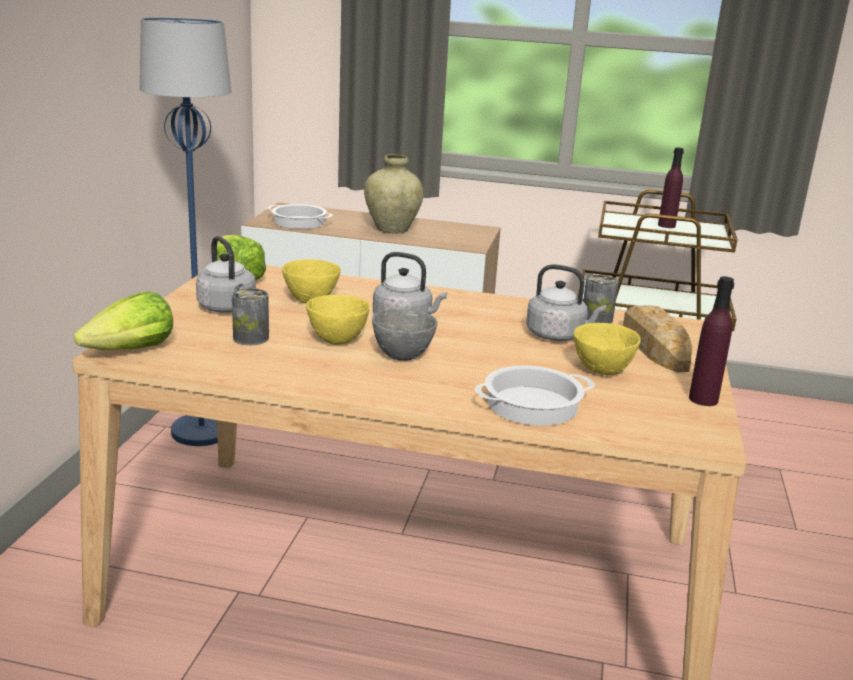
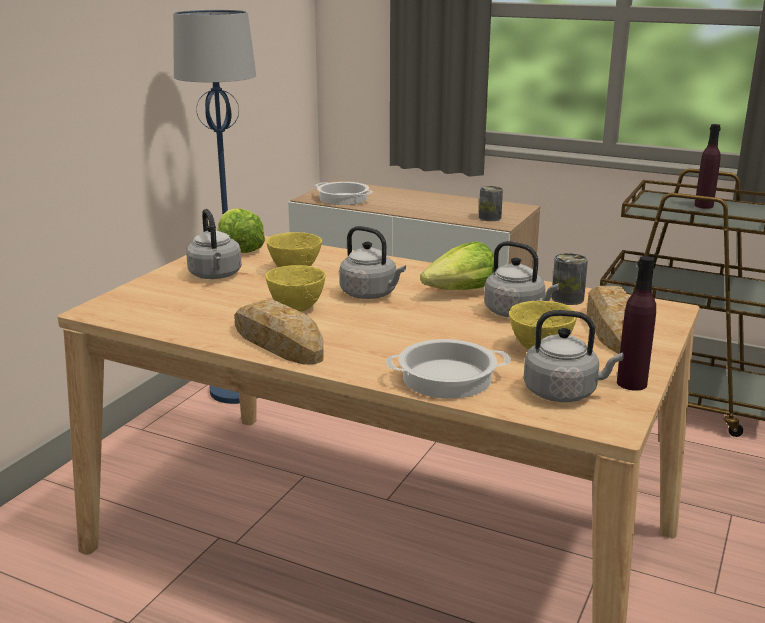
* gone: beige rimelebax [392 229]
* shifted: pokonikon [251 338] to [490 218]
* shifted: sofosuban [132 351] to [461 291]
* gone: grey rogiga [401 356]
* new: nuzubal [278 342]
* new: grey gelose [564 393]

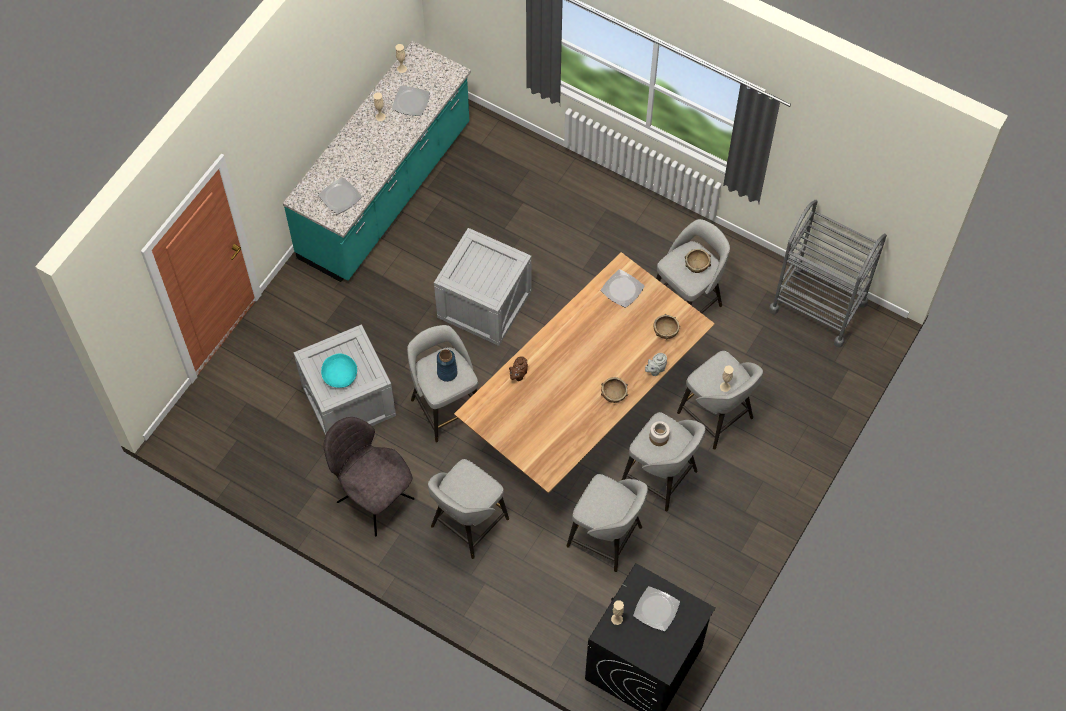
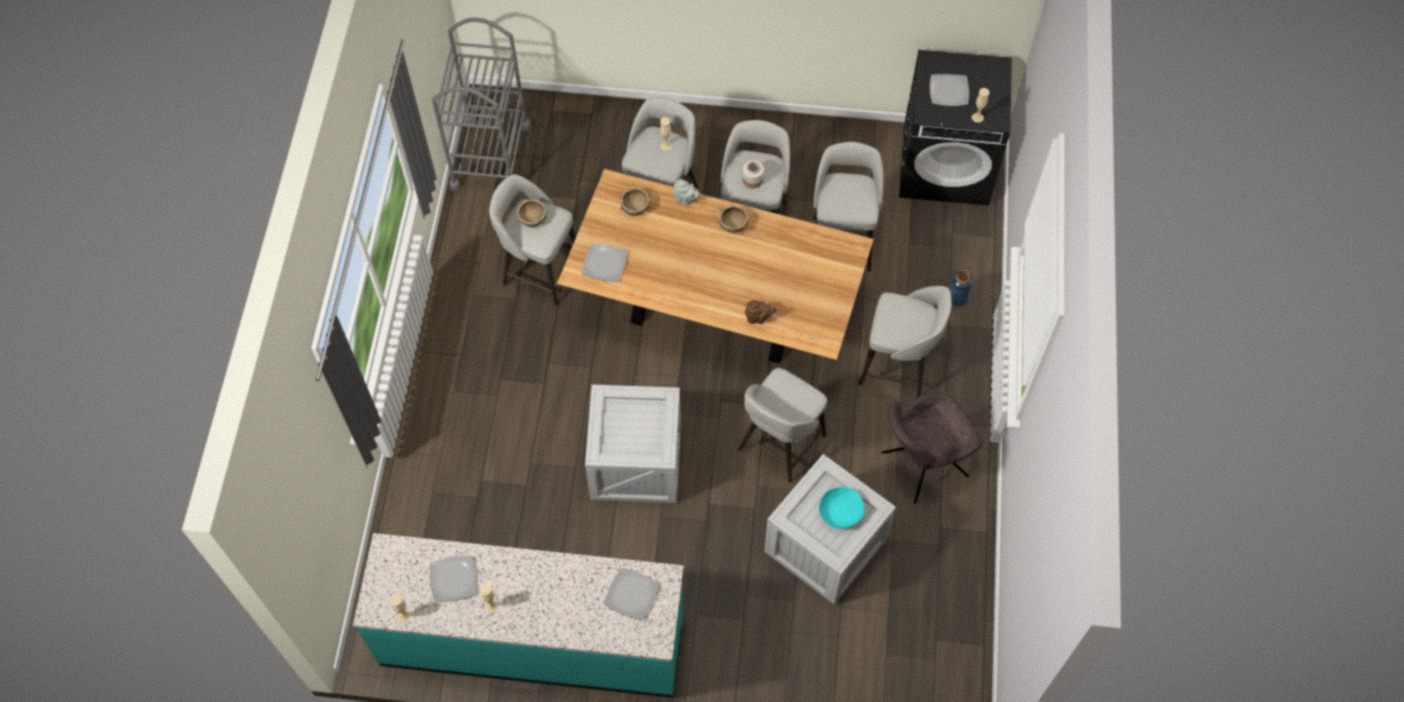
* shifted: blue rimelebax [447 373] to [957 297]
* rotated: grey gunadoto [373 498] = [921 466] 45 degrees clockwise

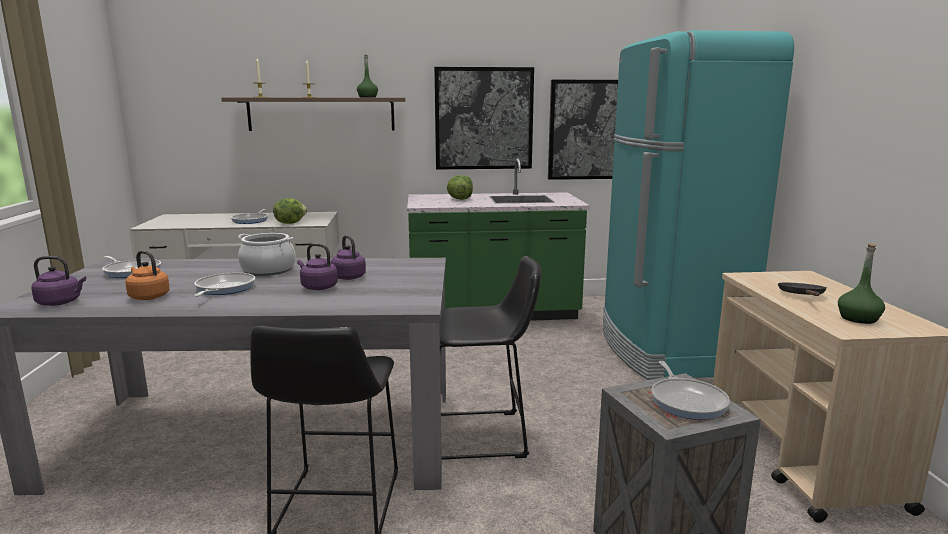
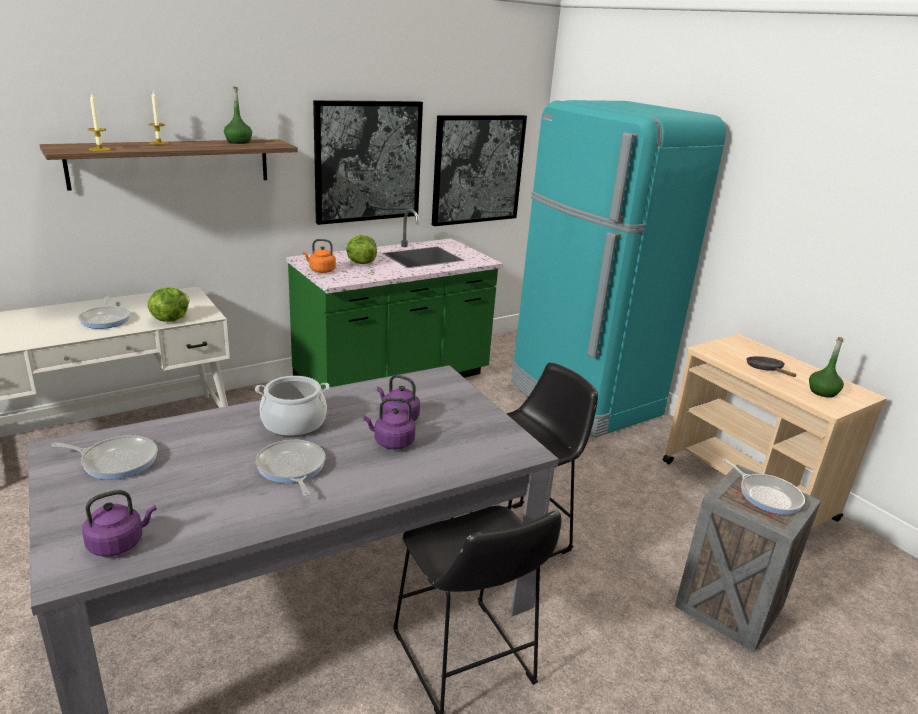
* shifted: orange gelose [148 296] to [320 270]

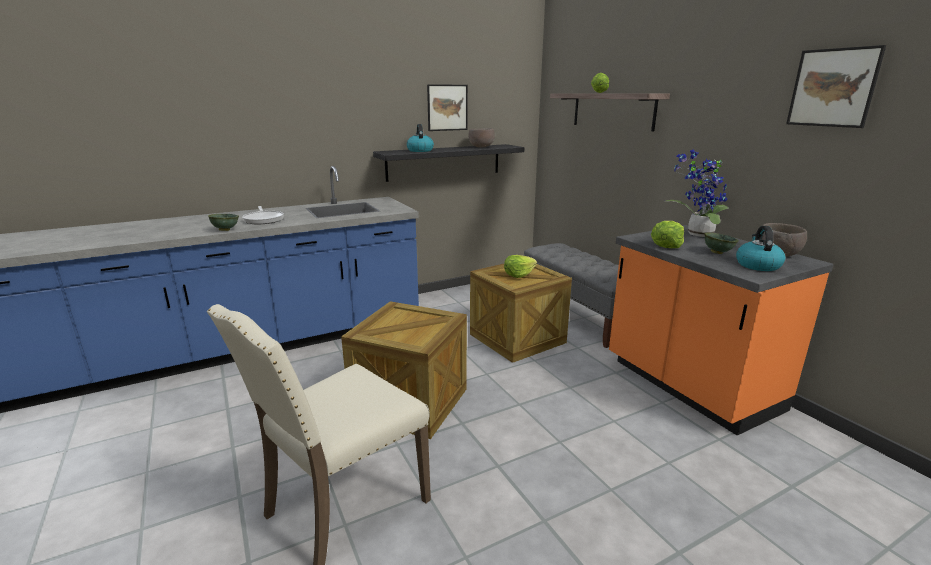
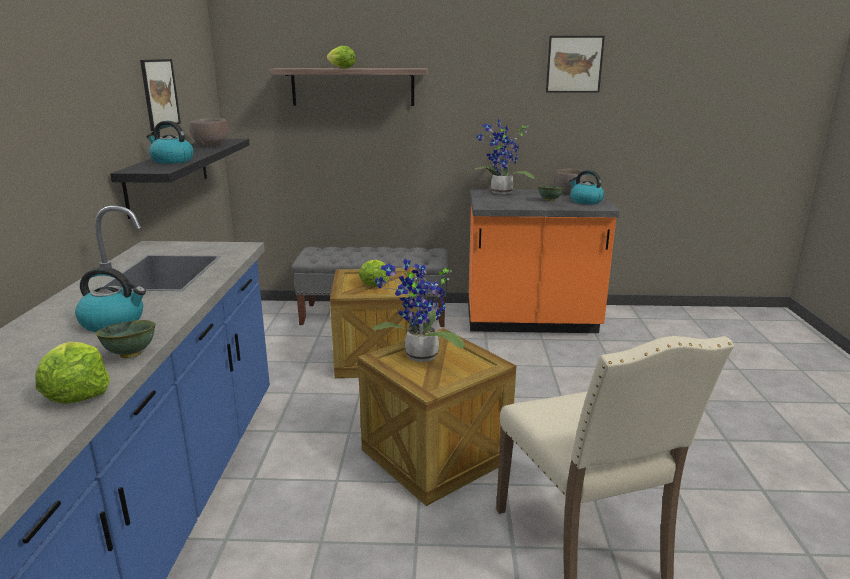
* swapped: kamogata [264 219] to gelose [114 322]
* shifted: sofosuban [666 245] to [76 392]
* new: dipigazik [418 357]

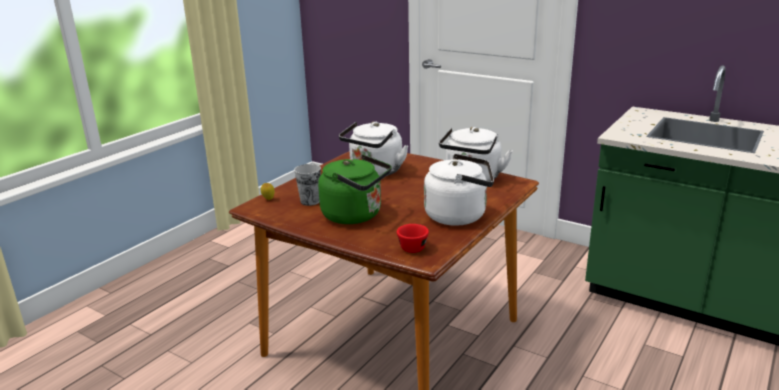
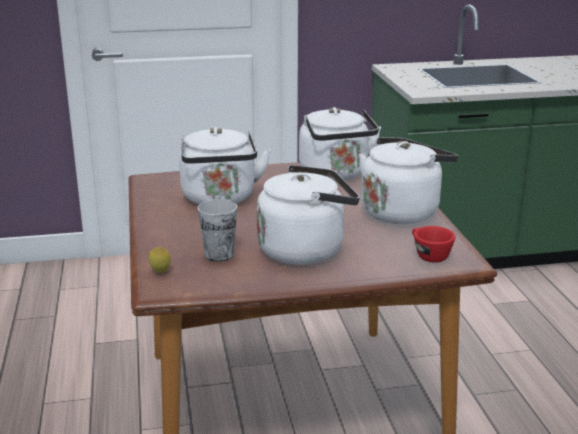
* repainted: green gelose [355 215] to white gelose [306 250]

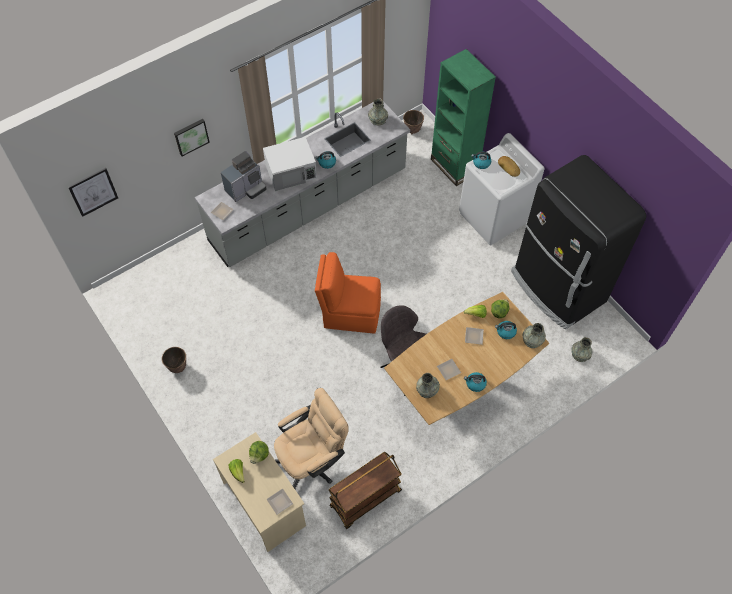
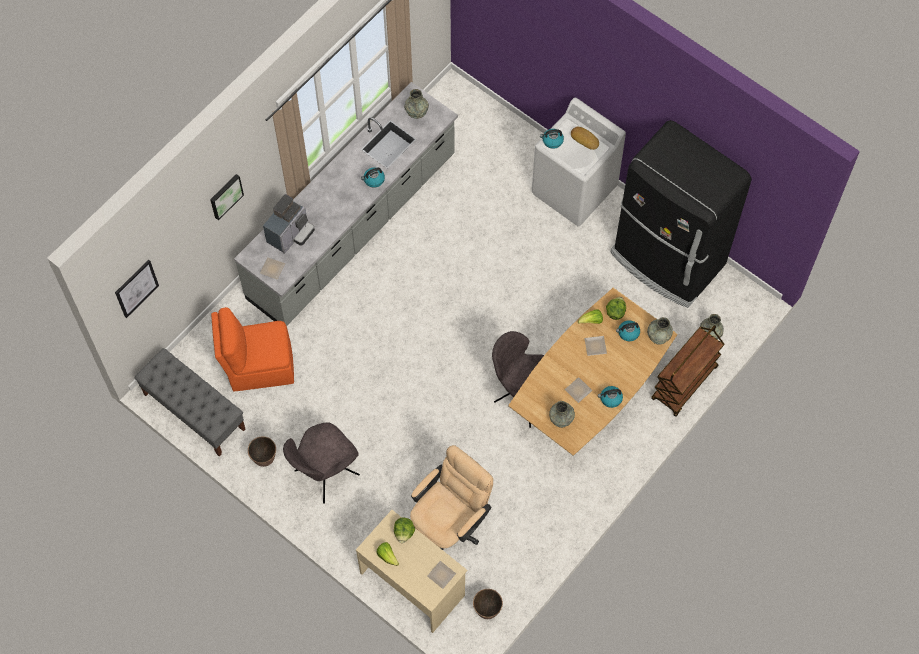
* gone: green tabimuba [454 166]
* shifted: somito [412 130] to [487 610]
* gone: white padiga [291 171]
* shifted: orange gunadoto [350 313] to [259 366]
* shifted: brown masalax [365 499] to [684 384]
* new: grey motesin [194 411]
* new: grey gunadoto [325 474]

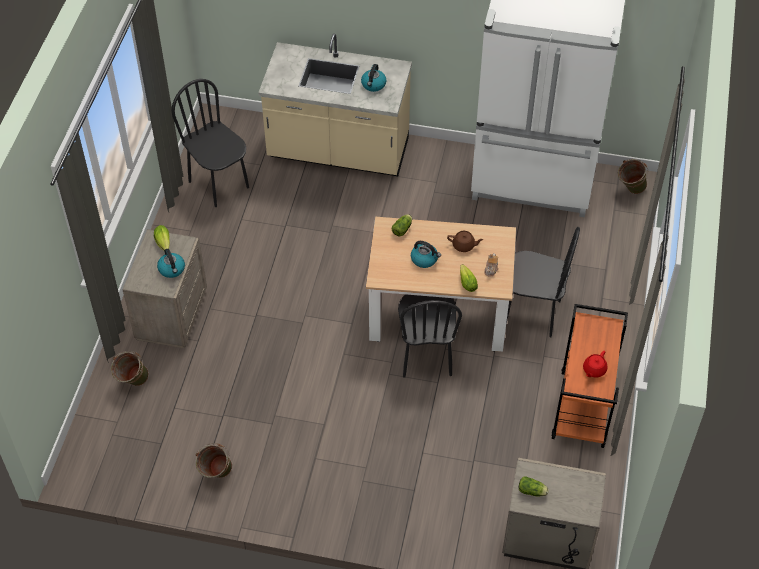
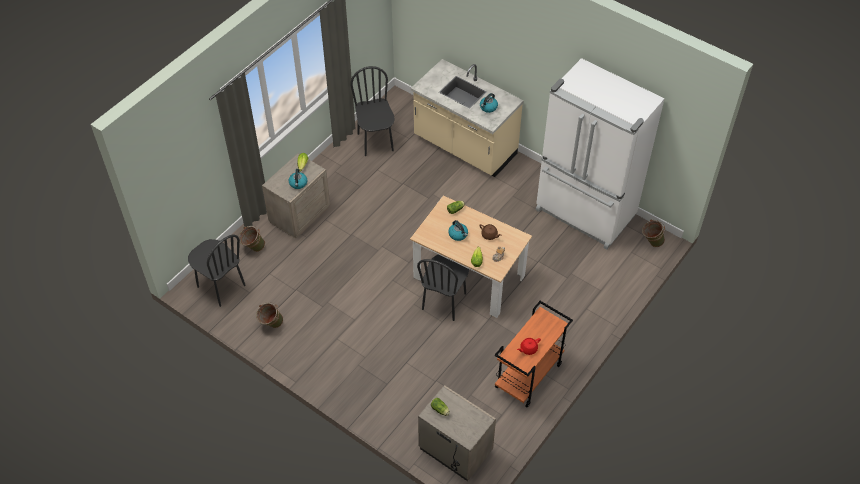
* shifted: black gunadoto [532 313] to [221 286]

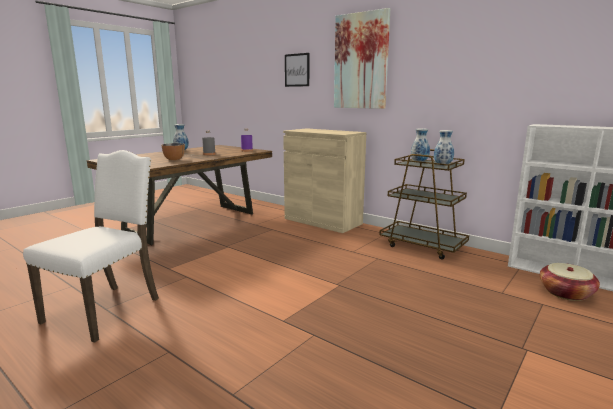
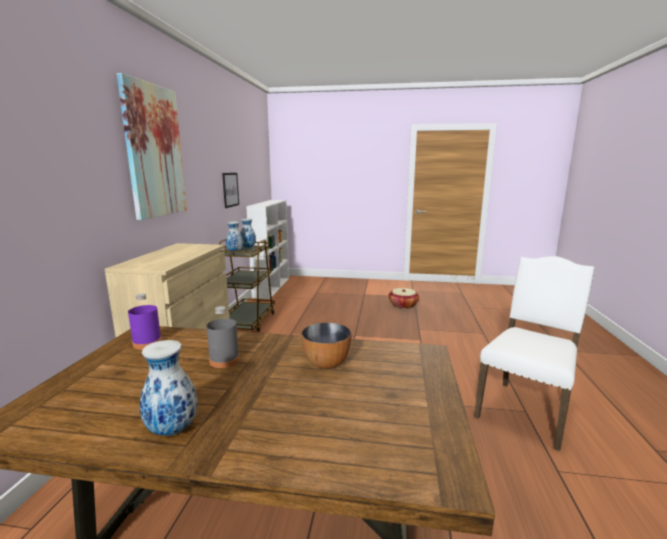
* shifted: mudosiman [297 70] to [230 189]
* rotated: white gunadoto [106 309] = [525 410] 135 degrees clockwise
* shifted: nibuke [565 293] to [403 305]

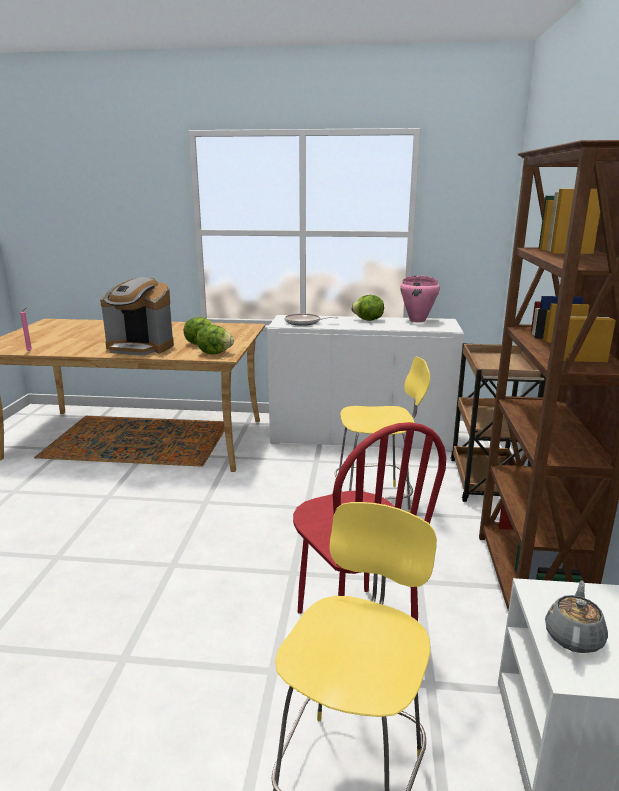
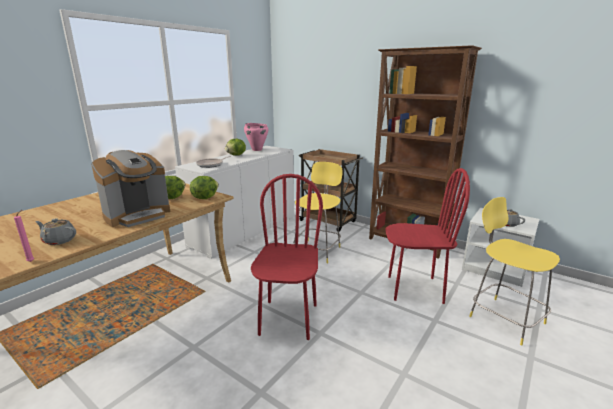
* new: red gunadoto [288 319]
* new: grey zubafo [59 240]

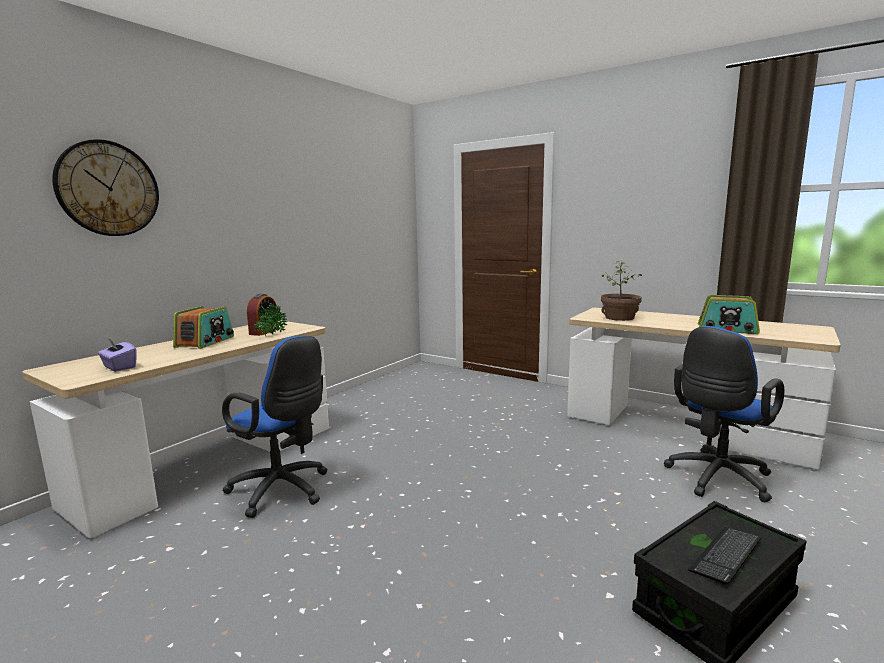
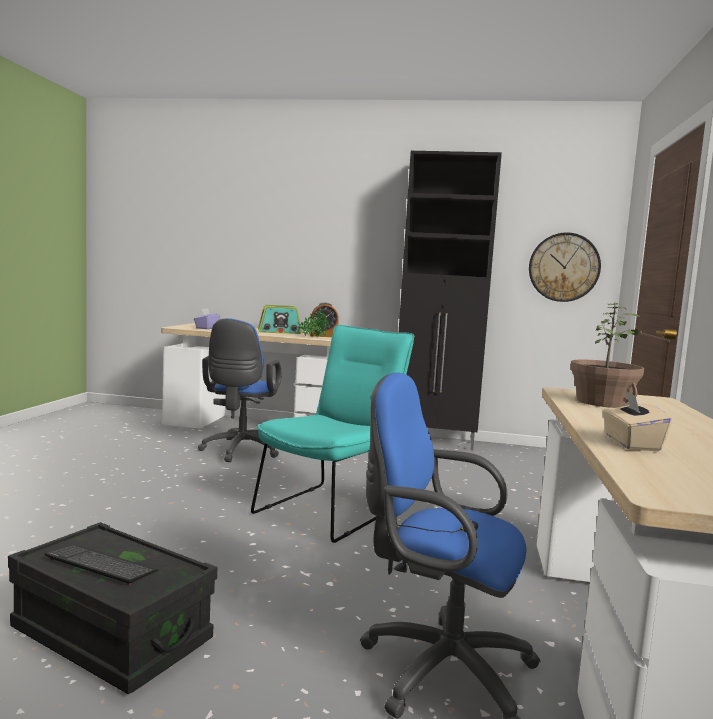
* shifted: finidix [108 189] to [564 267]
* swapped: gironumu [727 329] to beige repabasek [631 444]
* new: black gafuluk [435 442]
* new: turquoise gunadoto [333 508]

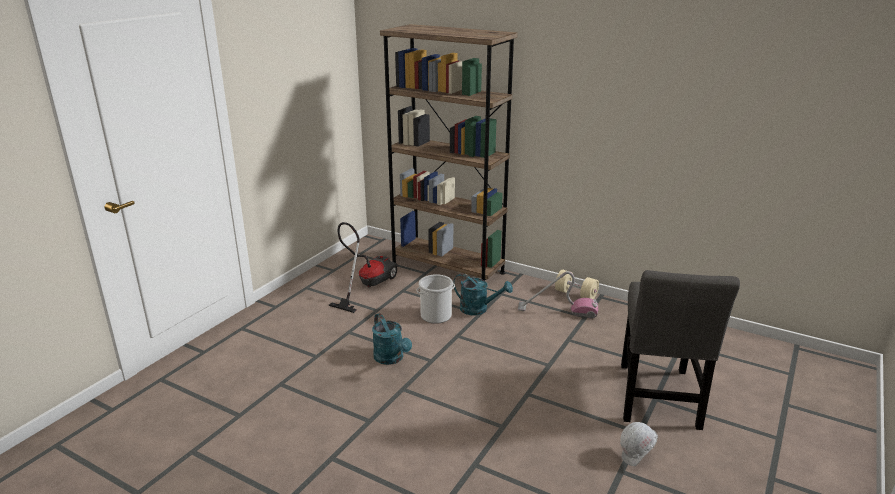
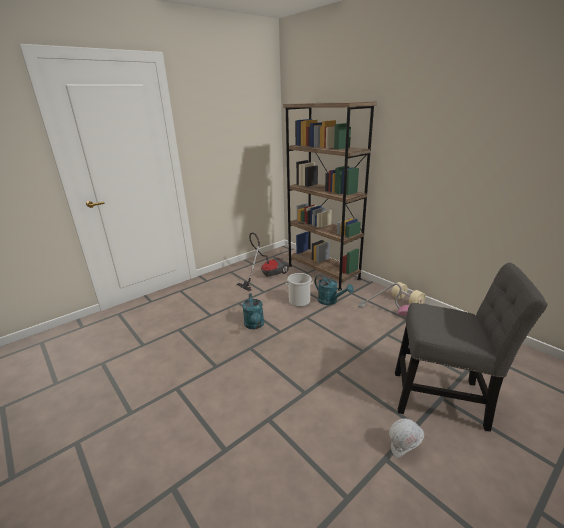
* rotated: grey gunadoto [658 399] = [444 399] 105 degrees counterclockwise

